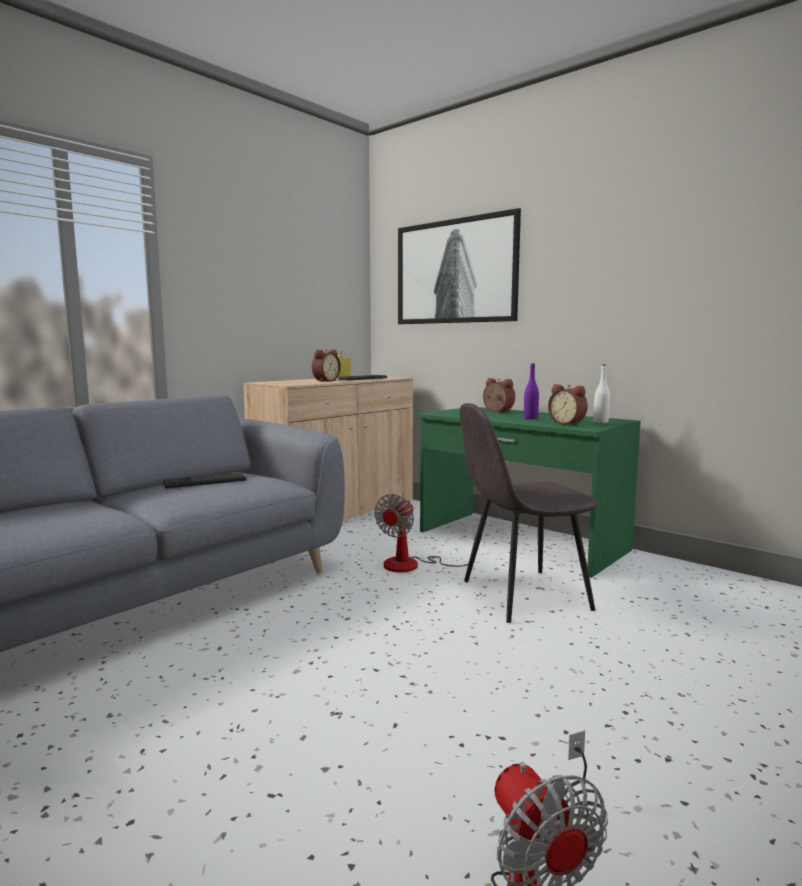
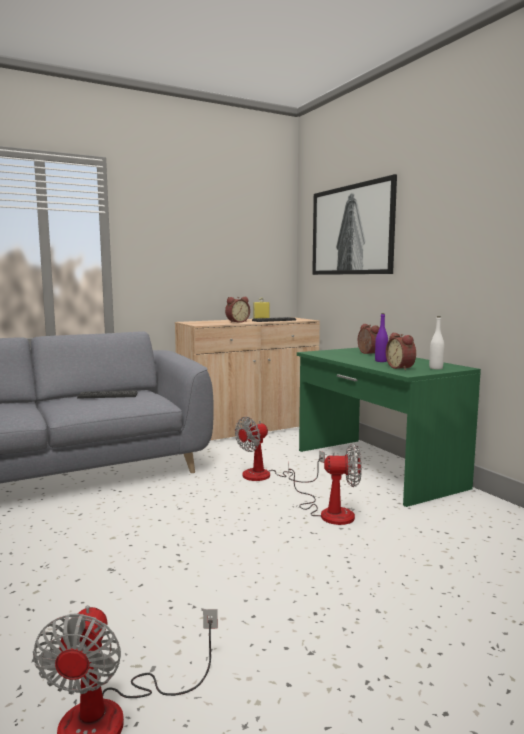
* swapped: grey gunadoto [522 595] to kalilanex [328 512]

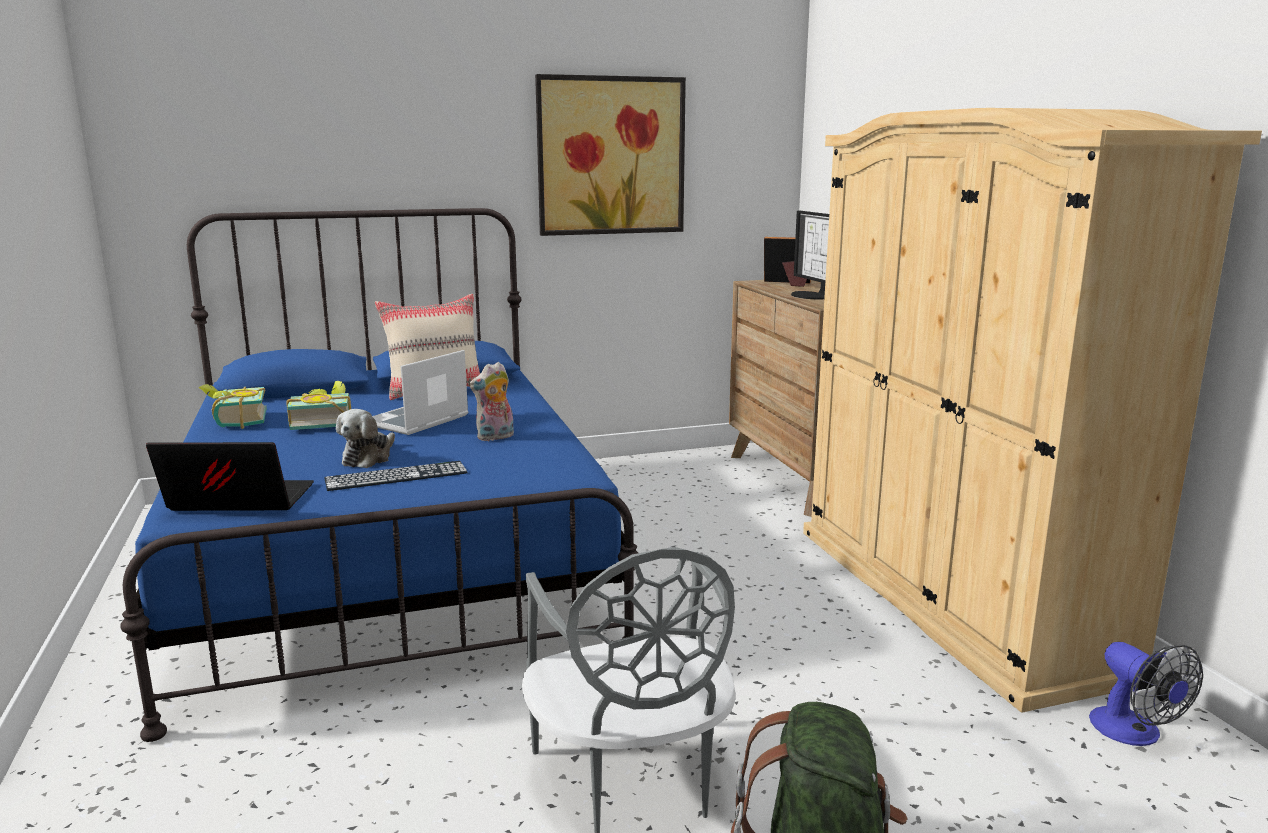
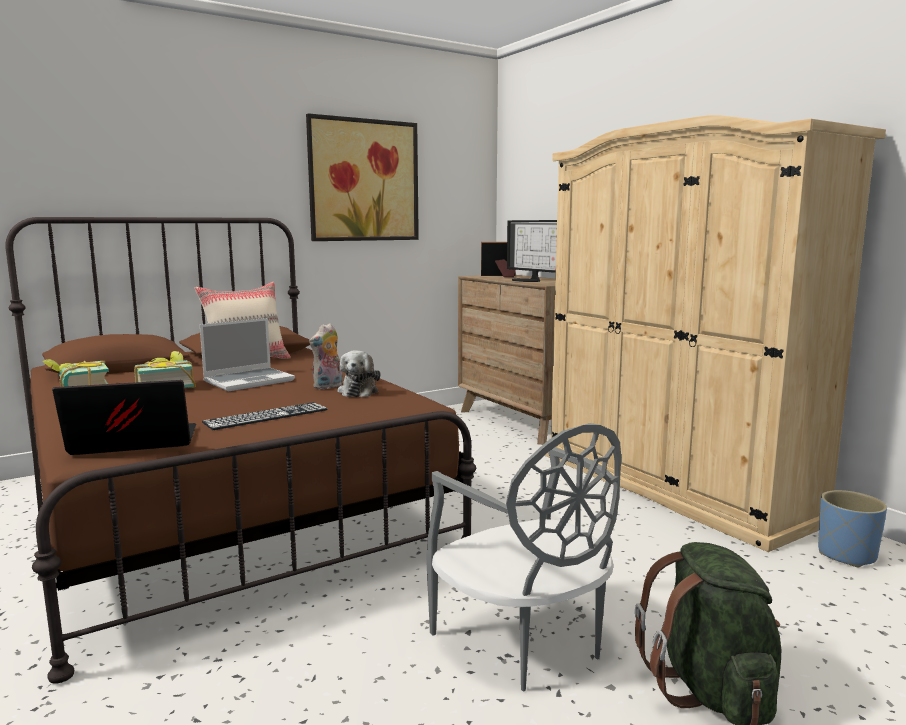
* repainted: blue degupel [391 564] to brown degupel [225 510]
* rotated: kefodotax [416 421] = [249 381] 150 degrees counterclockwise
* shifted: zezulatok [368 457] to [359 391]
* swapped: kalilanex [1134 733] to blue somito [846 555]

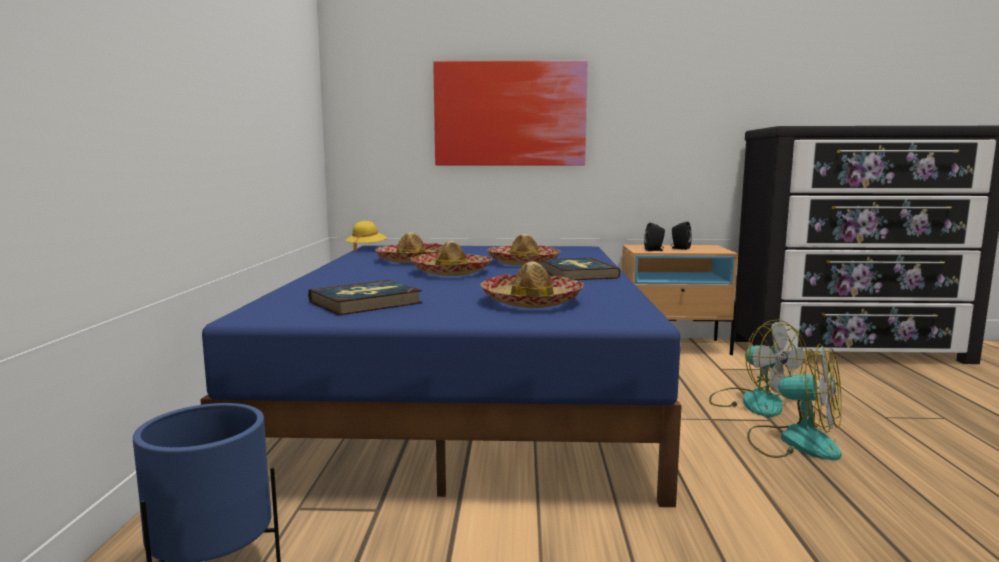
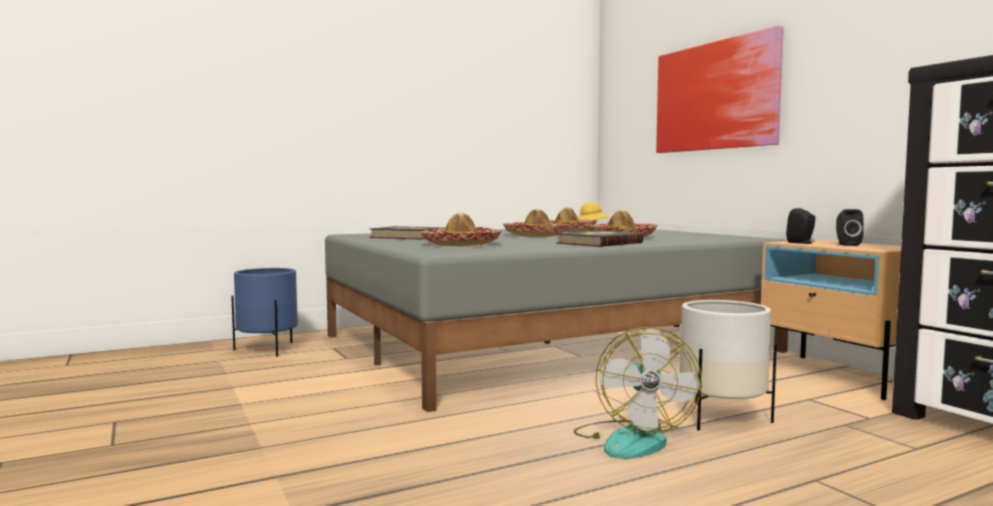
* repainted: blue degupel [467 393] to grey degupel [546 343]
* swapped: kalilanex [752 401] to white somito [722 418]

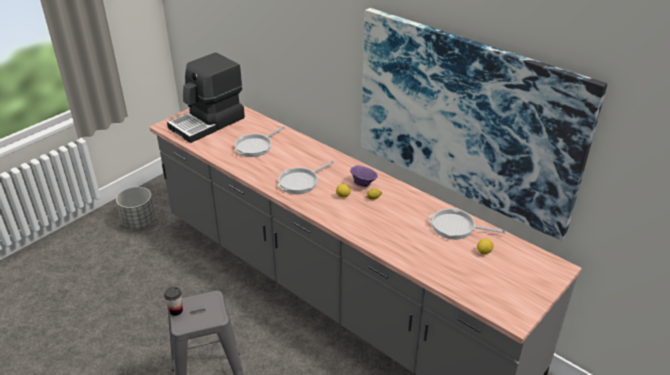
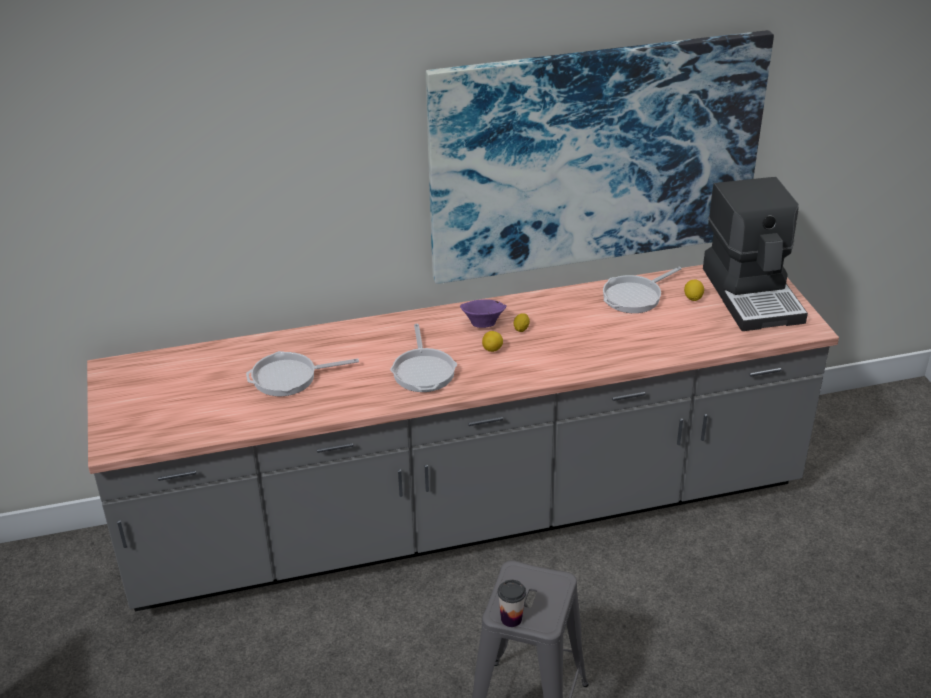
* shifted: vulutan [208 123] to [753 294]
* rotated: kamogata [256 146] = [289 377] 90 degrees clockwise
* gone: grey somito [139 222]

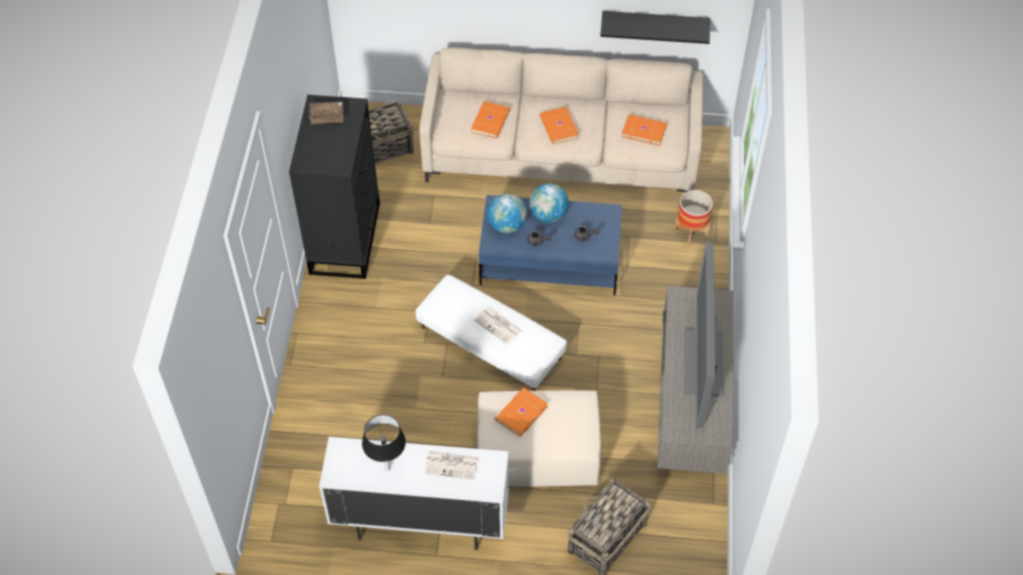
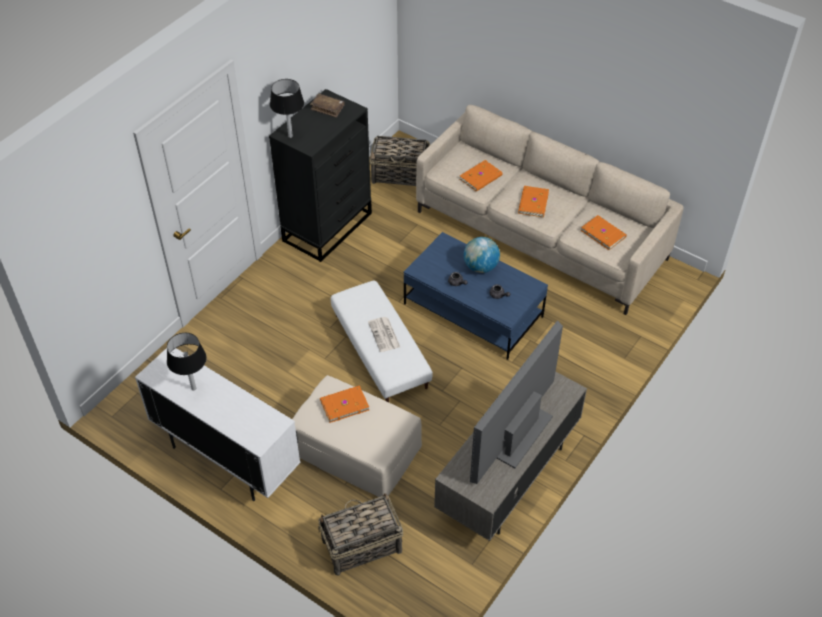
* gone: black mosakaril [654 25]
* gone: somito [691 232]
* gone: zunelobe [507 225]
* gone: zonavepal [452 465]
* new: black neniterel [290 136]

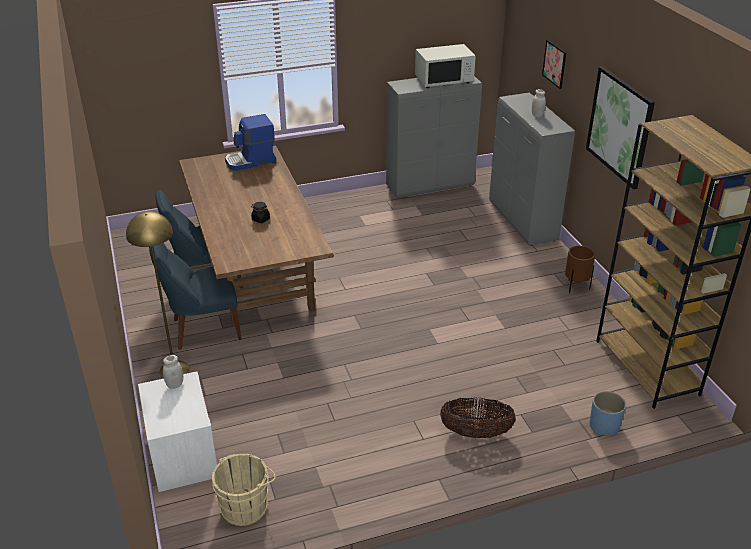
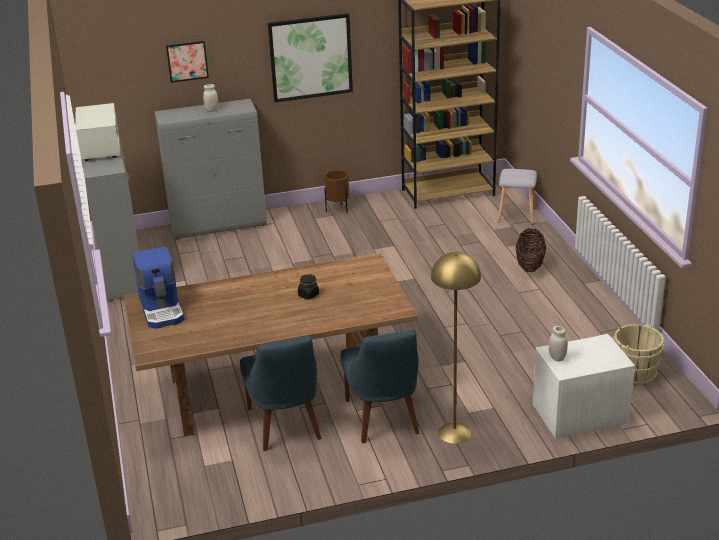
* swapped: blue somito [604 426] to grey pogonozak [516 215]

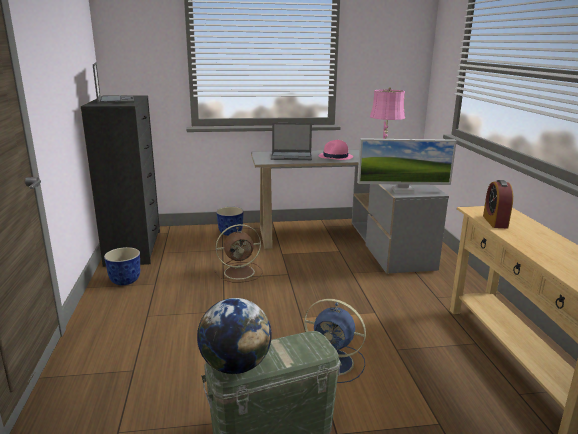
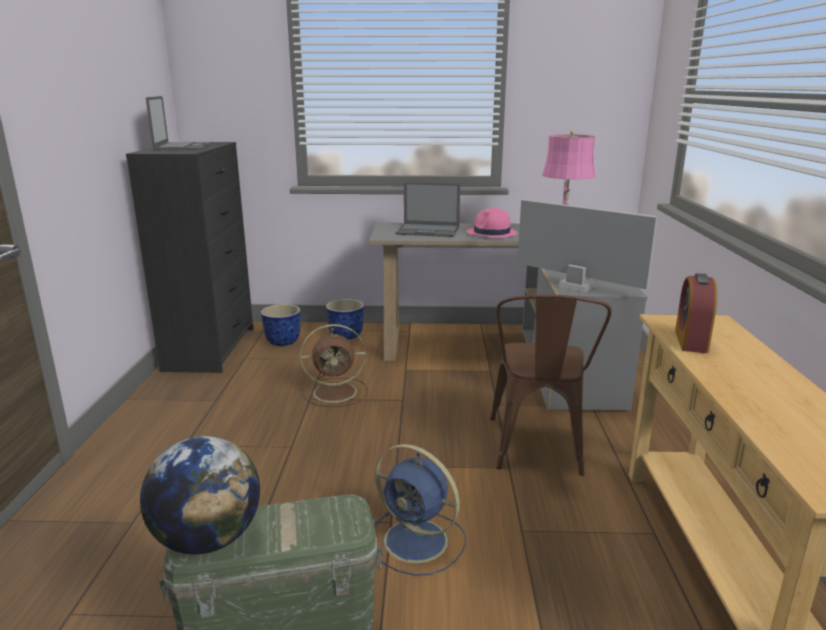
* rotated: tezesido [402 190] = [577 286] 150 degrees counterclockwise
* shifted: somito [125 281] to [283 342]
* new: brown gunadoto [537 450]

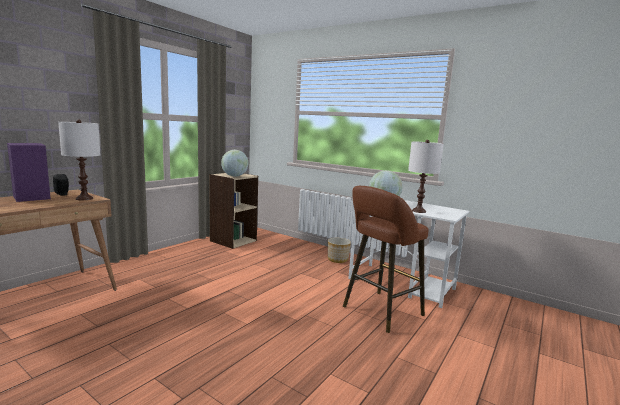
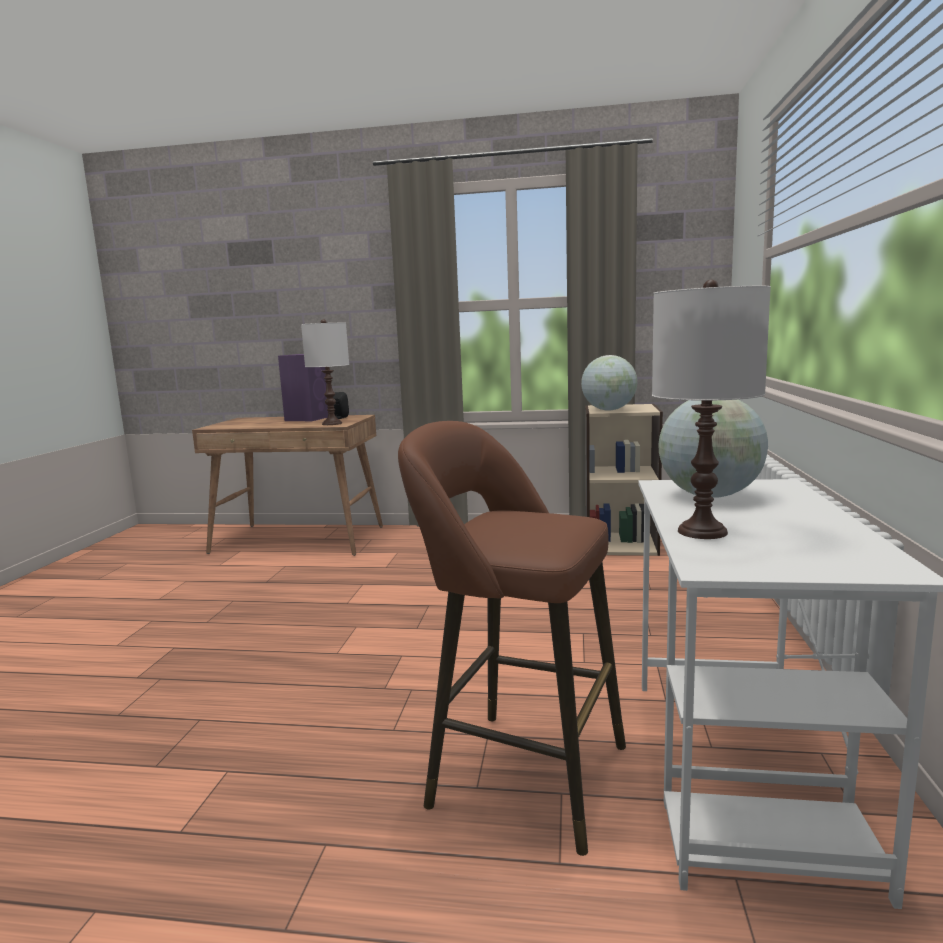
* gone: somito [338 259]

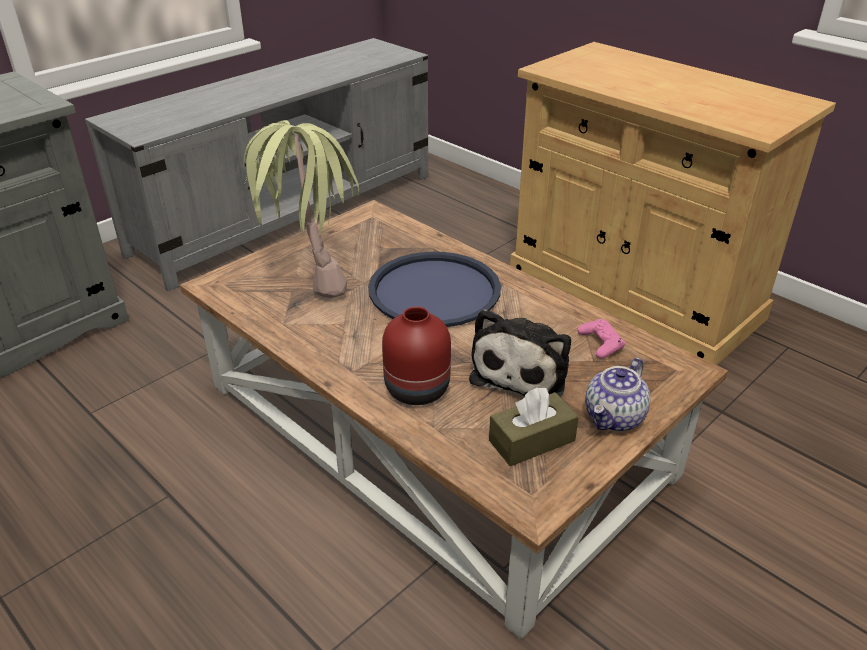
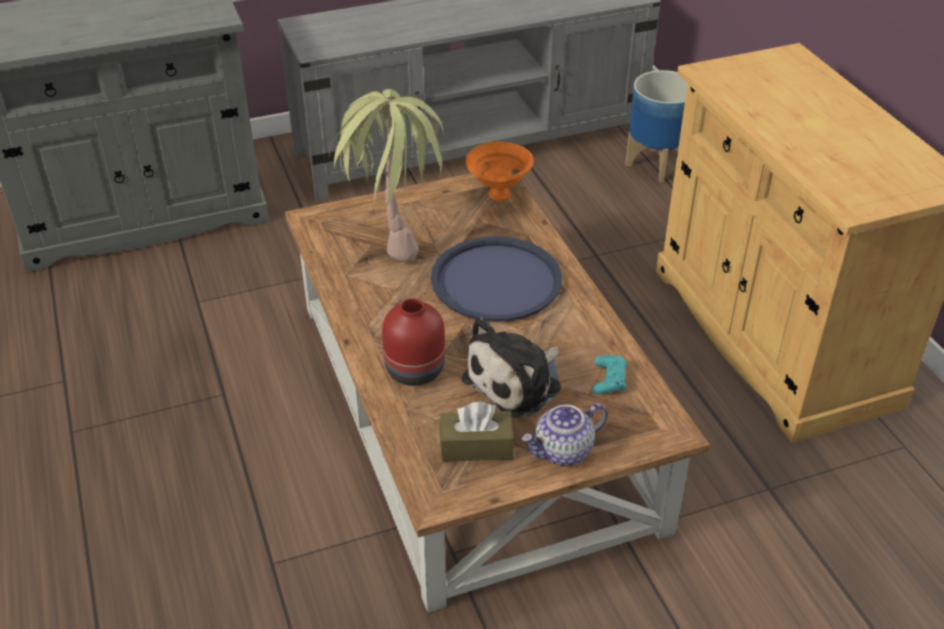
* repainted: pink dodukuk [600 343] to turquoise dodukuk [609 379]
* new: somito [655 164]
* new: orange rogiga [499 196]

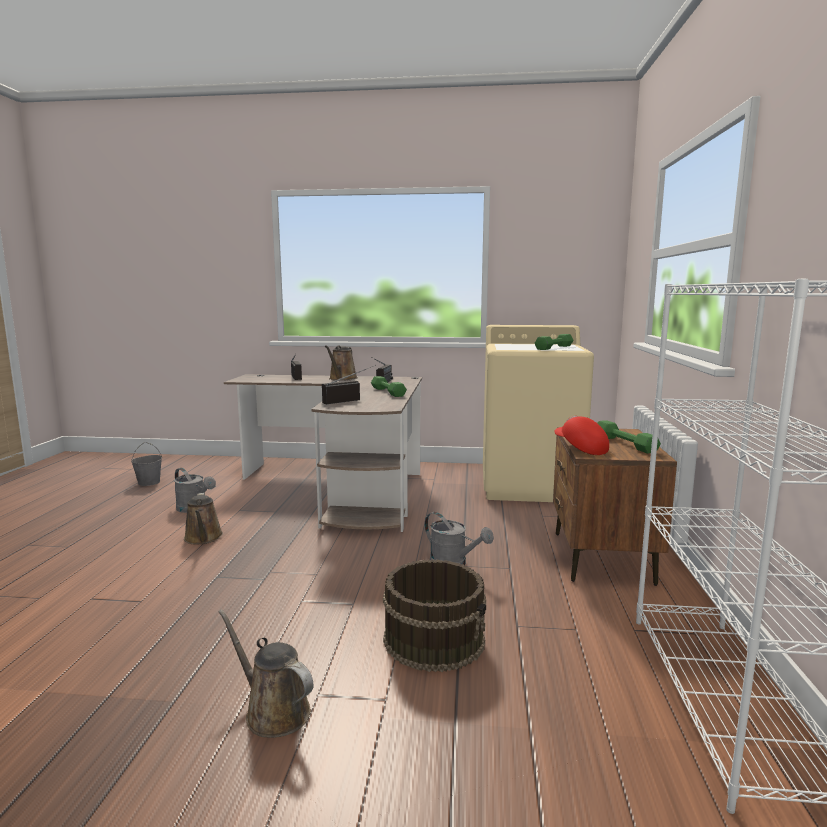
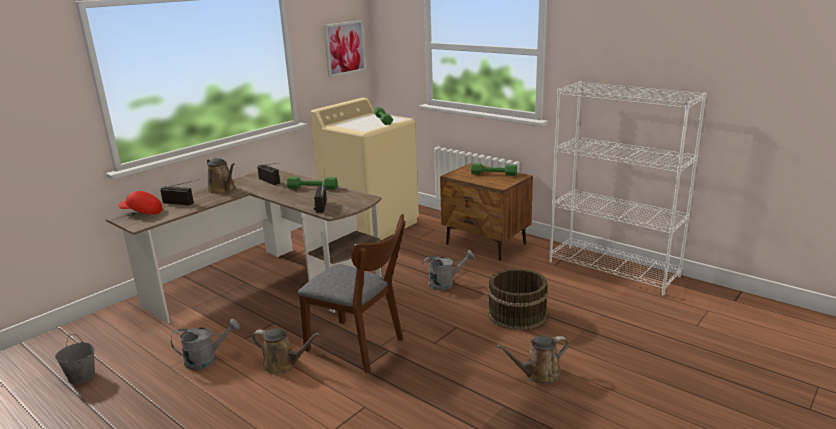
* shifted: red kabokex [580 448] to [142 212]
* new: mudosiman [344 48]
* new: brown gunadoto [360 347]

